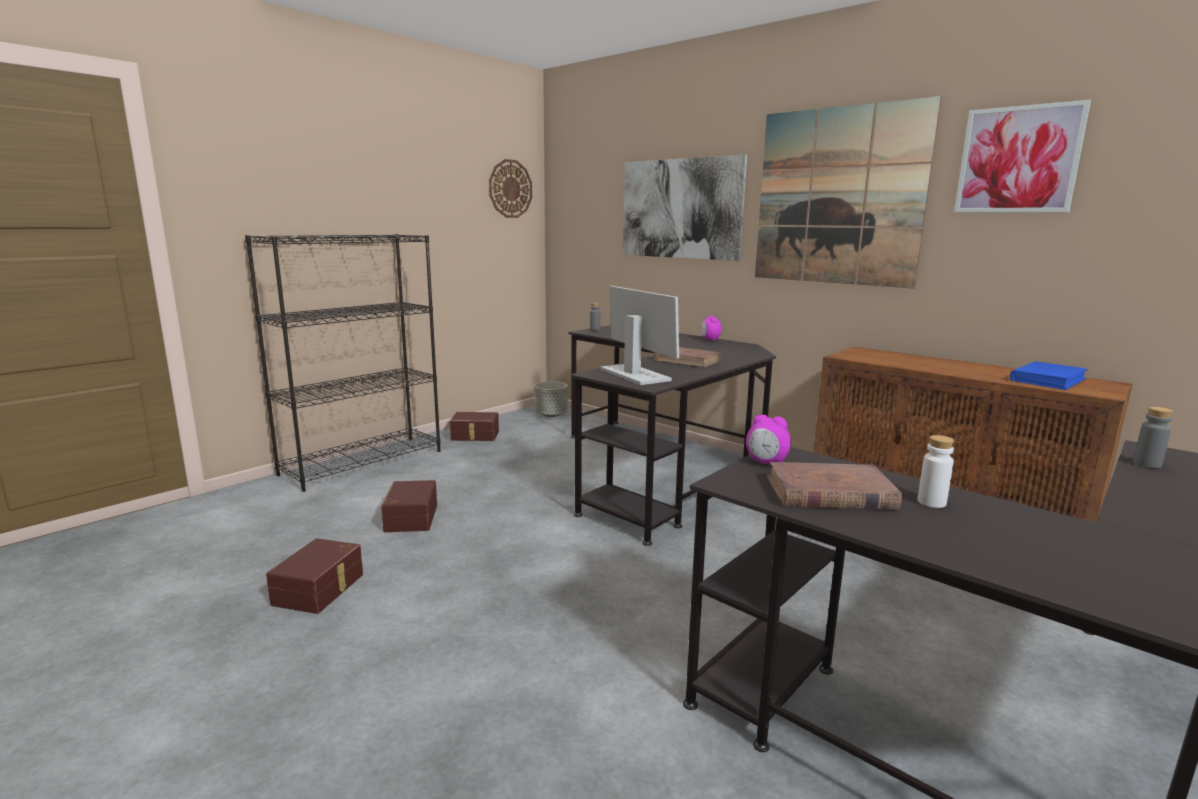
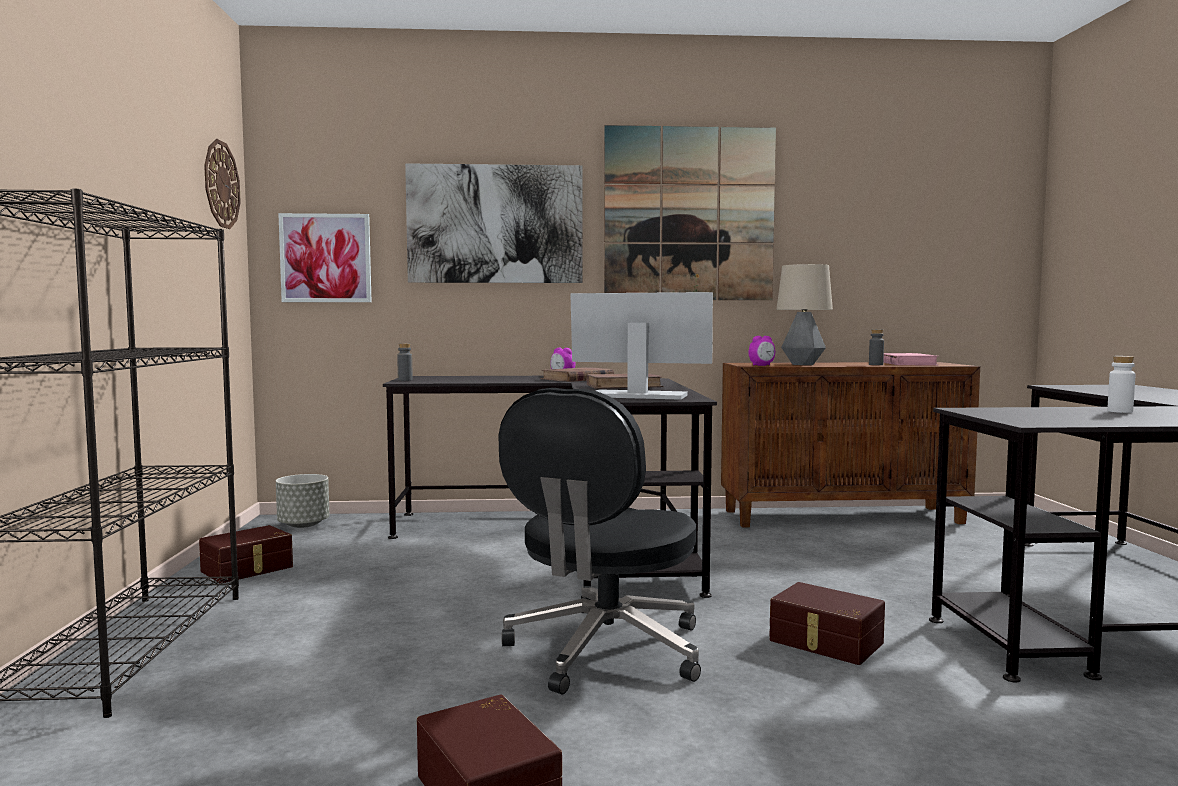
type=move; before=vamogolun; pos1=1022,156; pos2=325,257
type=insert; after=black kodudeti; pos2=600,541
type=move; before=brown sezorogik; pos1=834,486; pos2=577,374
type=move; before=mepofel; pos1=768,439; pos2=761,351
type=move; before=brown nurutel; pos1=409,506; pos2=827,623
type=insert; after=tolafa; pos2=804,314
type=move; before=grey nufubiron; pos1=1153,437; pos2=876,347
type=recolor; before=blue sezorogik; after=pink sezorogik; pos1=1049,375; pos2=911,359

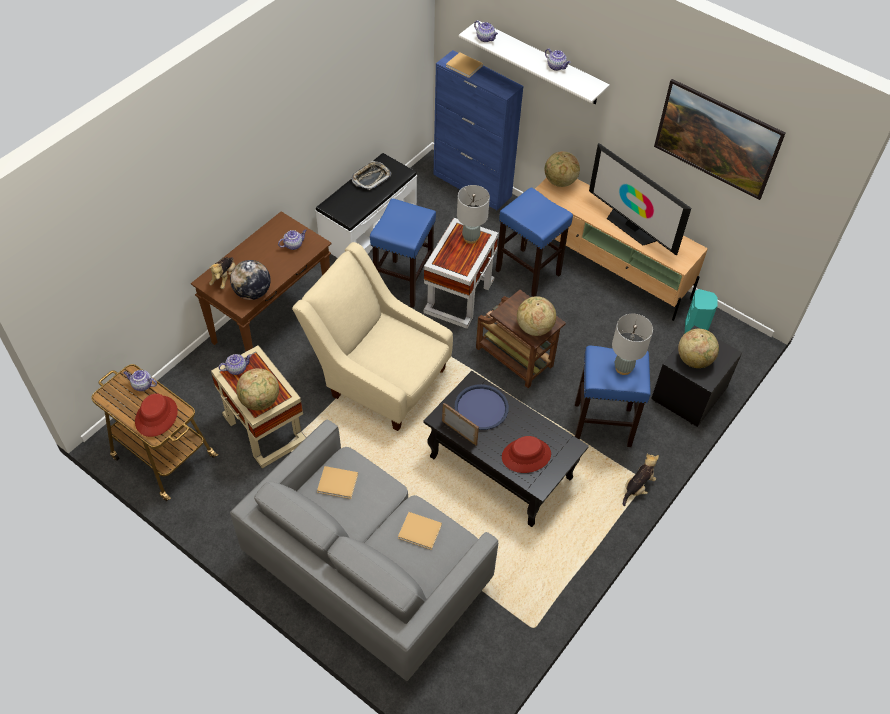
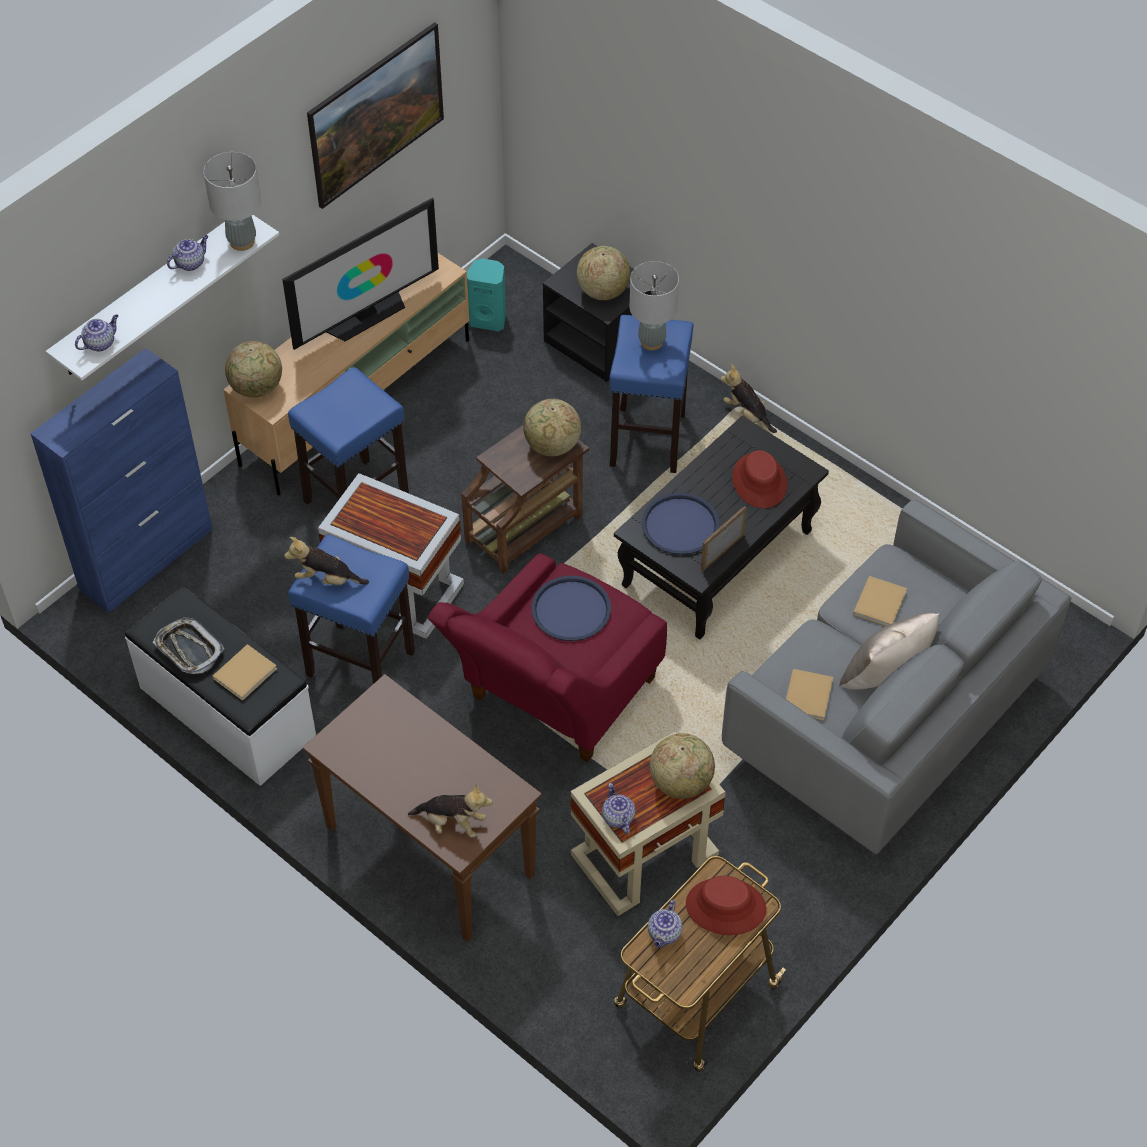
type=move; before=grey tolafa; pos1=473,214; pos2=232,201
type=move; before=beige sezorogik; pos1=464,65; pos2=245,672
type=insert; after=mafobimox; pos2=326,561
type=recolor; before=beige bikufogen; after=red bikufogen; pos1=372,336; pos2=547,658
type=insert; after=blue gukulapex; pos2=571,608
type=insert; after=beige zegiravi; pos2=889,651
type=delete; before=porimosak; pos1=250,280
type=delete; before=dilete; pos1=292,239

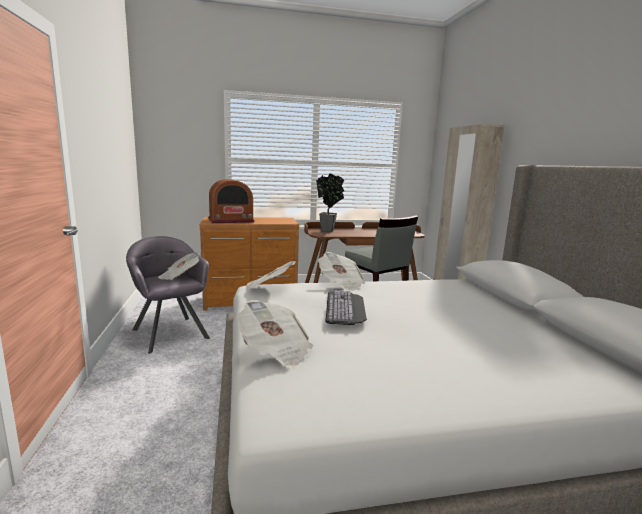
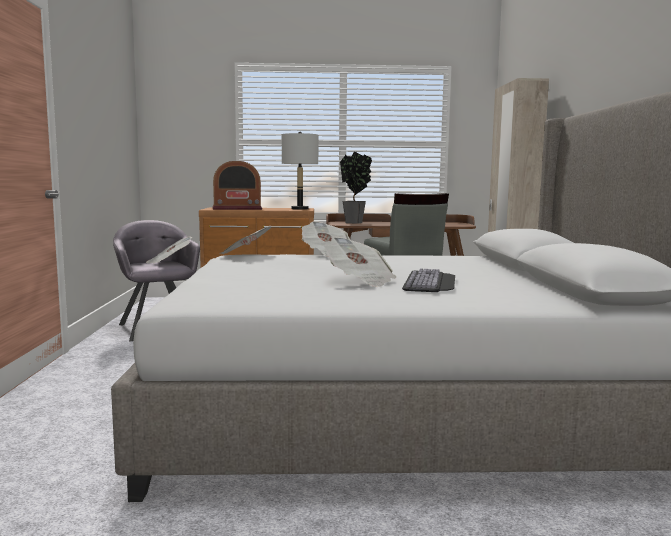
type=insert; after=grey tolafa; pos2=300,171
type=move; before=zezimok; pos1=274,334; pos2=360,262
type=move; before=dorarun; pos1=346,307; pos2=428,280

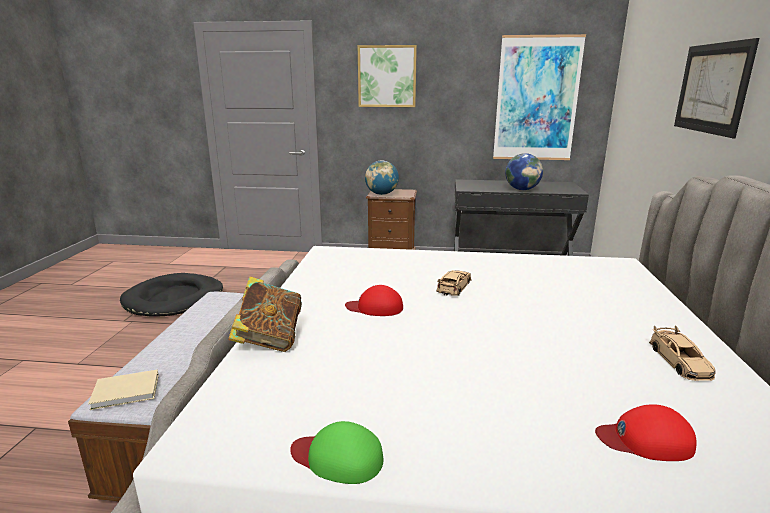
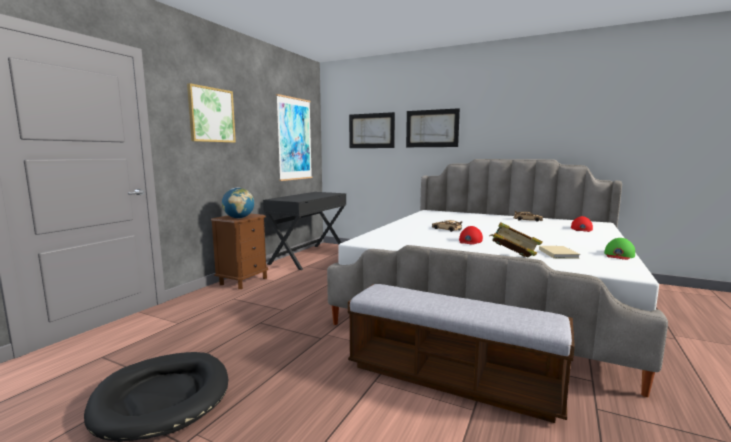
type=insert; after=vamogolun; pos2=372,130
type=move; before=beige sezorogik; pos1=123,390; pos2=559,252
type=delete; before=porimosak; pos1=524,171

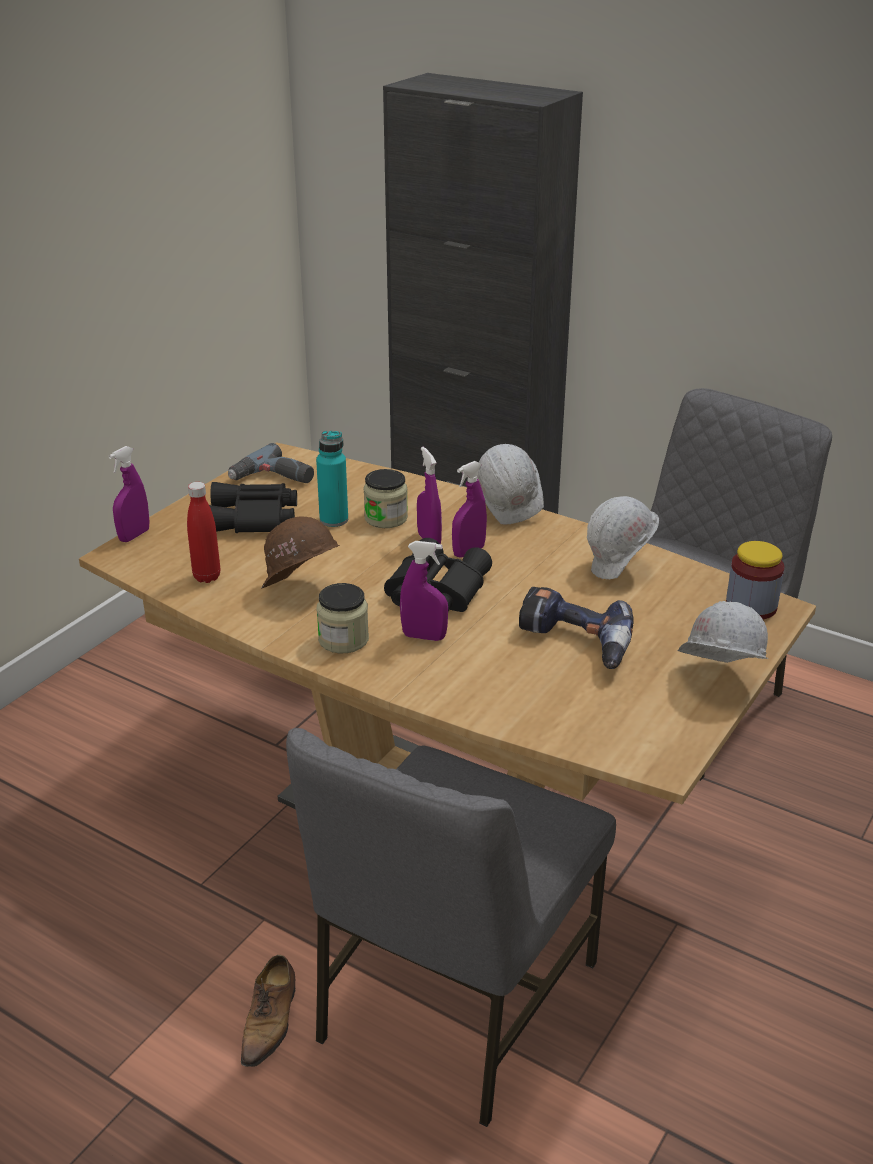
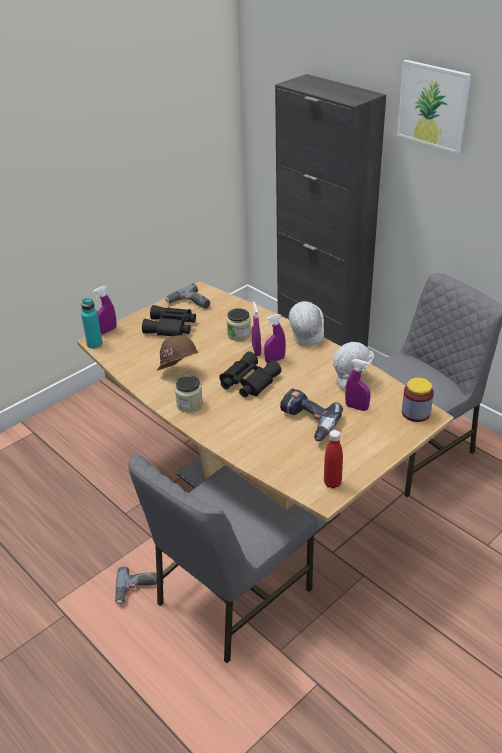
type=move; before=turquoise nufubiron; pos1=332,479; pos2=92,323
type=replace; before=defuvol; after=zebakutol; pos1=268,1011; pos2=136,585
type=move; before=red nufubiron; pos1=203,532; pos2=333,459
type=move; before=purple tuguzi; pos1=424,591; pos2=358,385
type=insert; after=vamogolun; pos2=434,106
type=delete; before=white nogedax; pos1=723,632

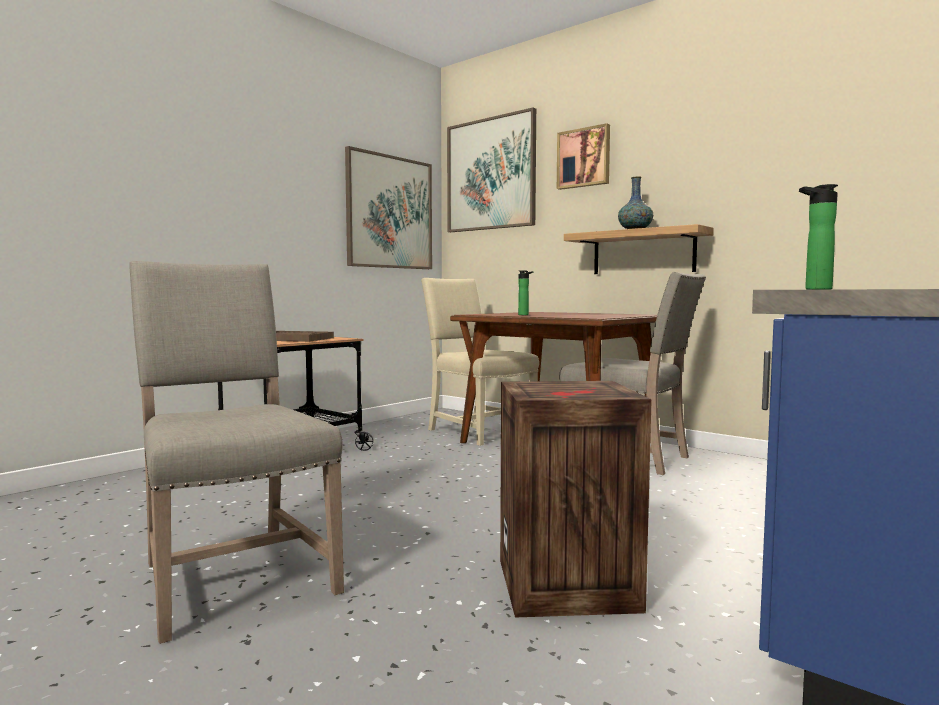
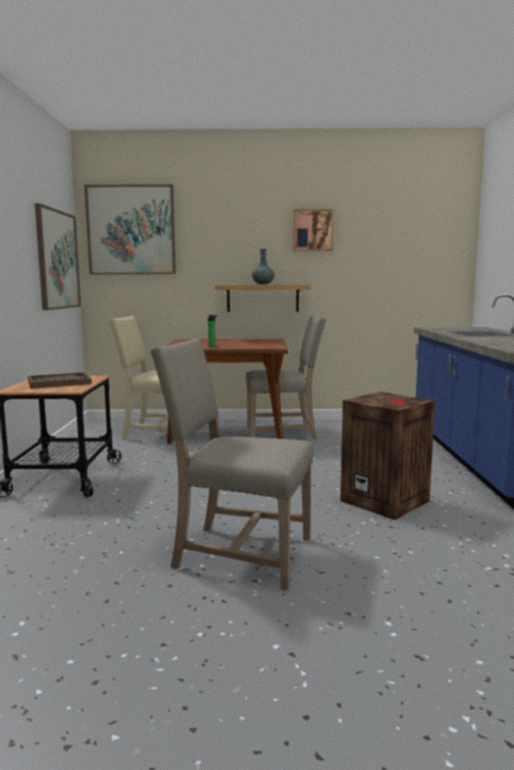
type=move; before=vamogolun; pos1=583,156; pos2=313,230
type=delete; before=nufubiron; pos1=818,237

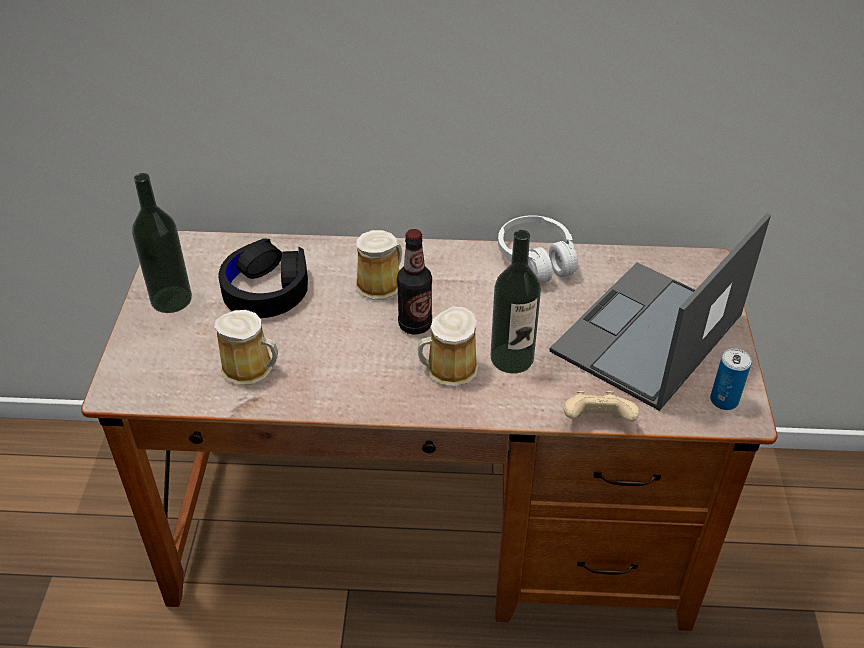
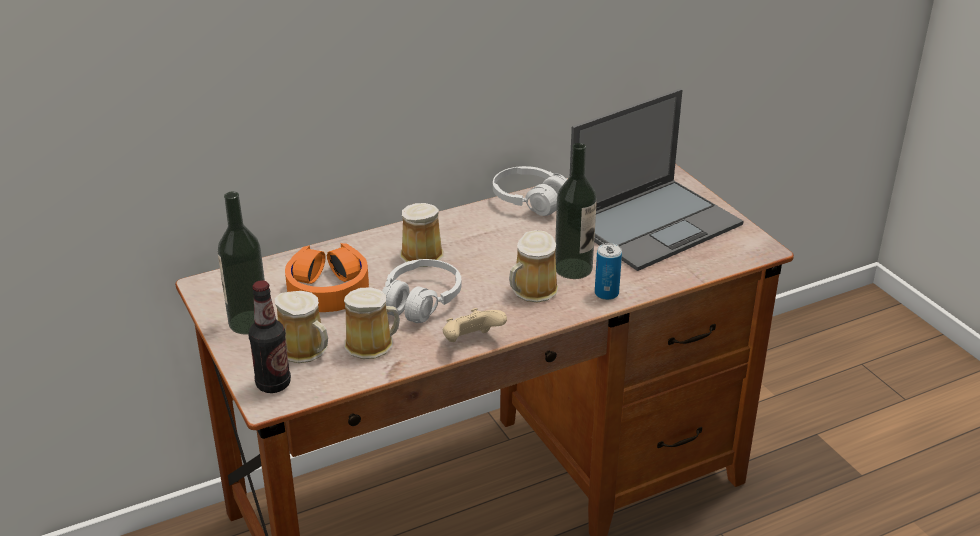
type=move; before=nufubiron; pos1=414,282; pos2=269,336
type=insert; after=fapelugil; pos2=301,327
type=recolor; before=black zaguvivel; after=orange zaguvivel; pos1=263,278; pos2=327,277
type=insert; after=white zaguvivel; pos2=422,291
type=move; before=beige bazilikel; pos1=601,406; pos2=475,325
type=rotate; before=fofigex; pos1=660,312; pos2=657,180; turn=-135
type=move; before=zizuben; pos1=731,379; pos2=608,271

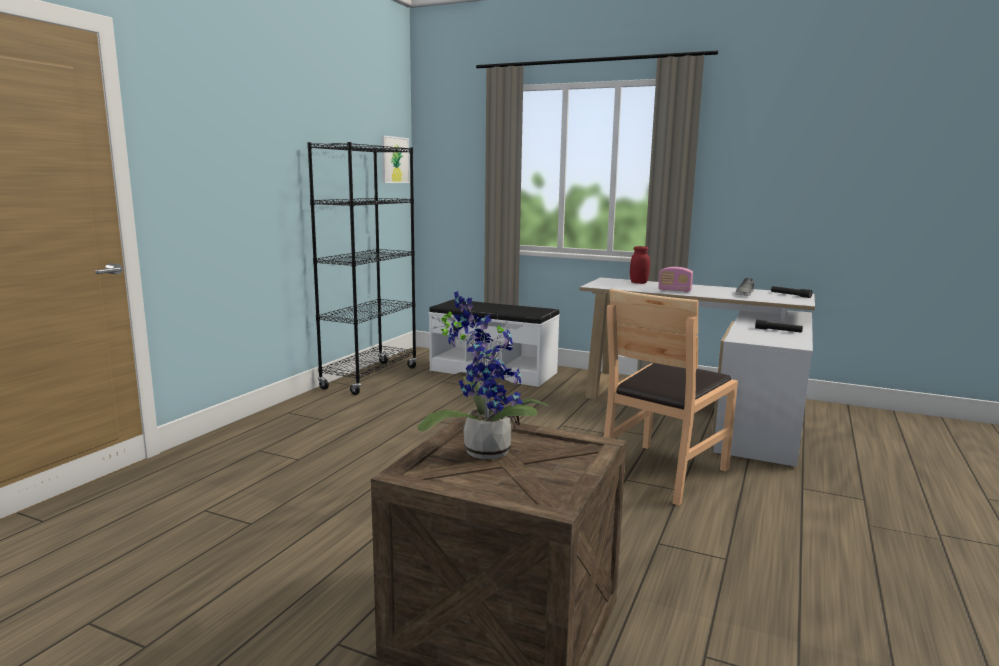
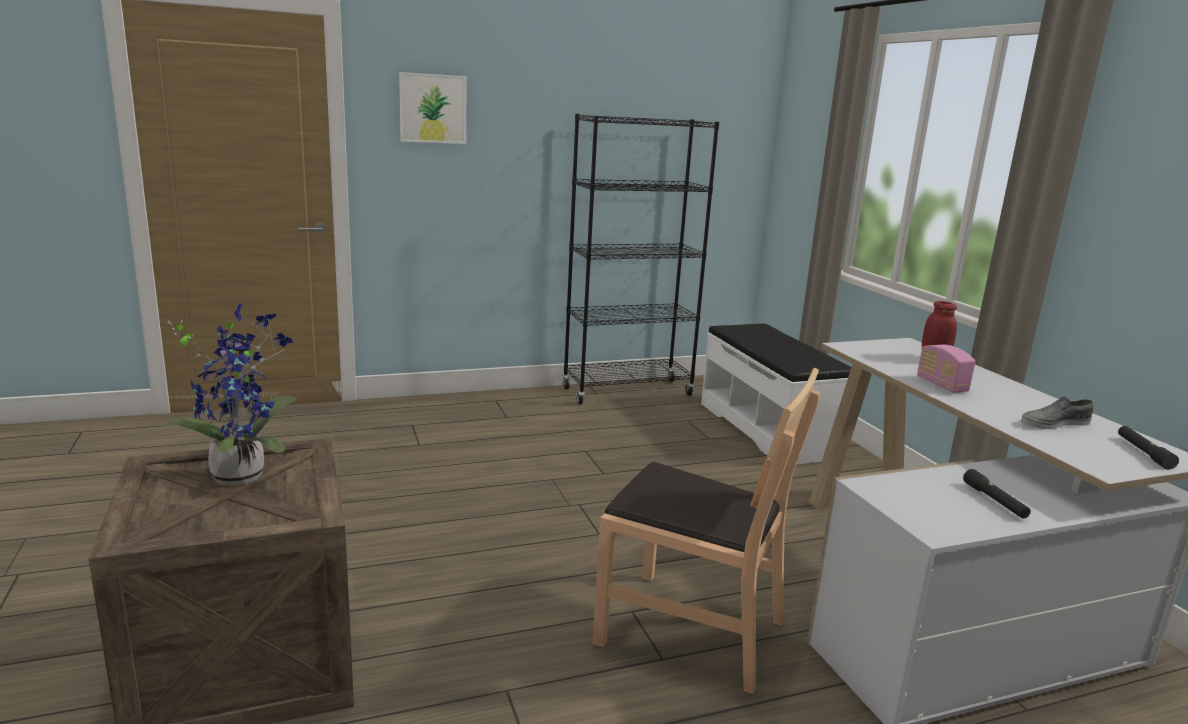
type=move; before=vamogolun; pos1=396,159; pos2=433,108
type=rotate; before=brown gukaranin; pos1=671,397; pos2=706,531; turn=-150

